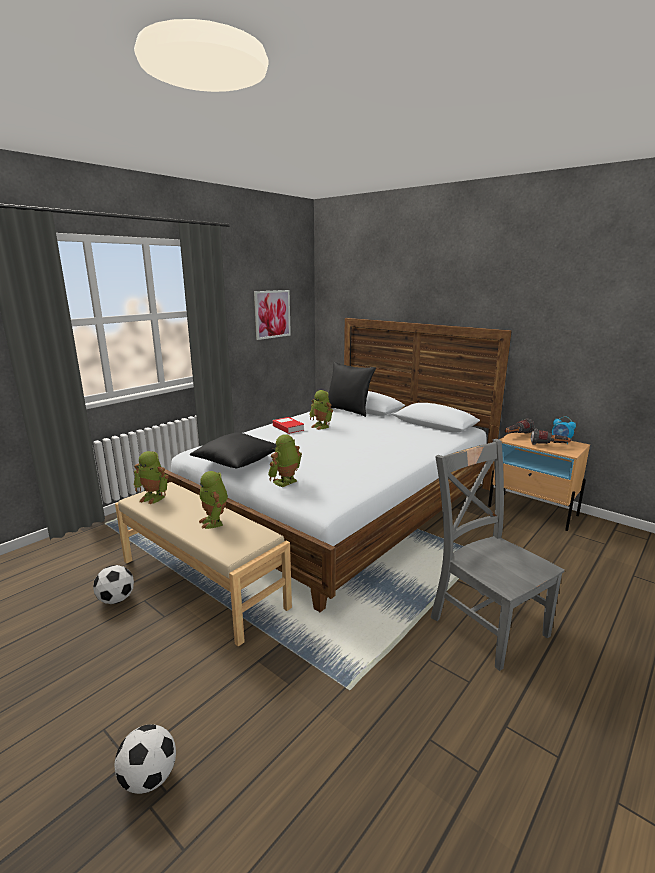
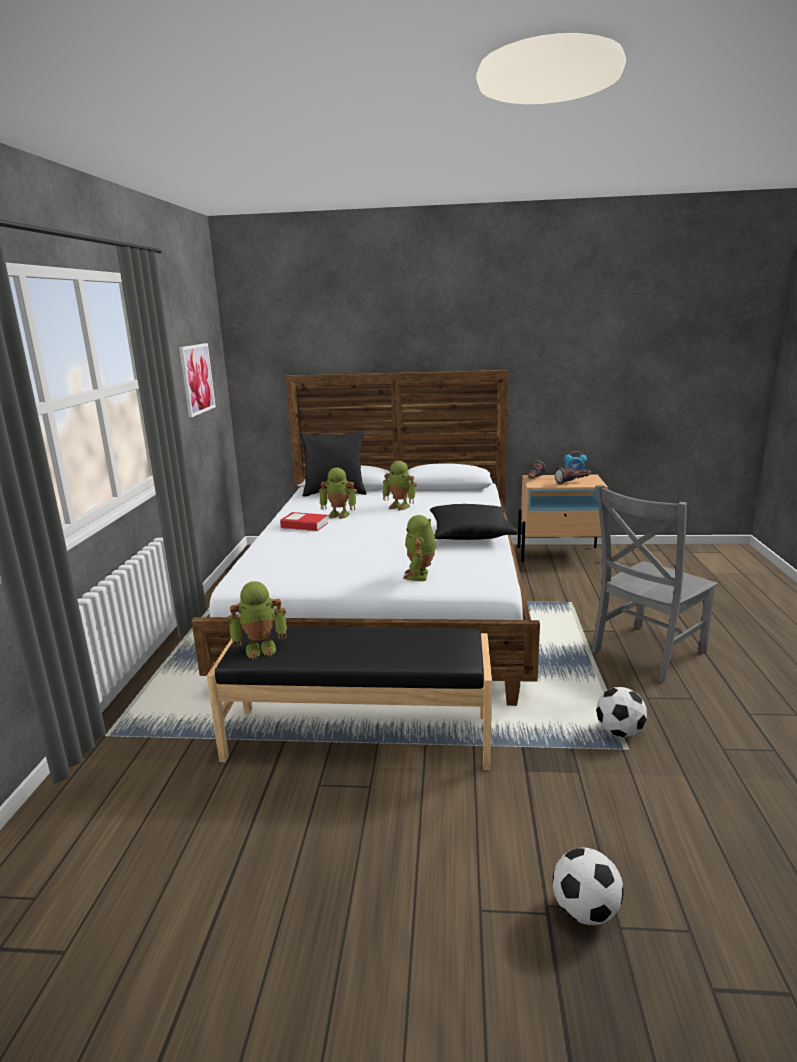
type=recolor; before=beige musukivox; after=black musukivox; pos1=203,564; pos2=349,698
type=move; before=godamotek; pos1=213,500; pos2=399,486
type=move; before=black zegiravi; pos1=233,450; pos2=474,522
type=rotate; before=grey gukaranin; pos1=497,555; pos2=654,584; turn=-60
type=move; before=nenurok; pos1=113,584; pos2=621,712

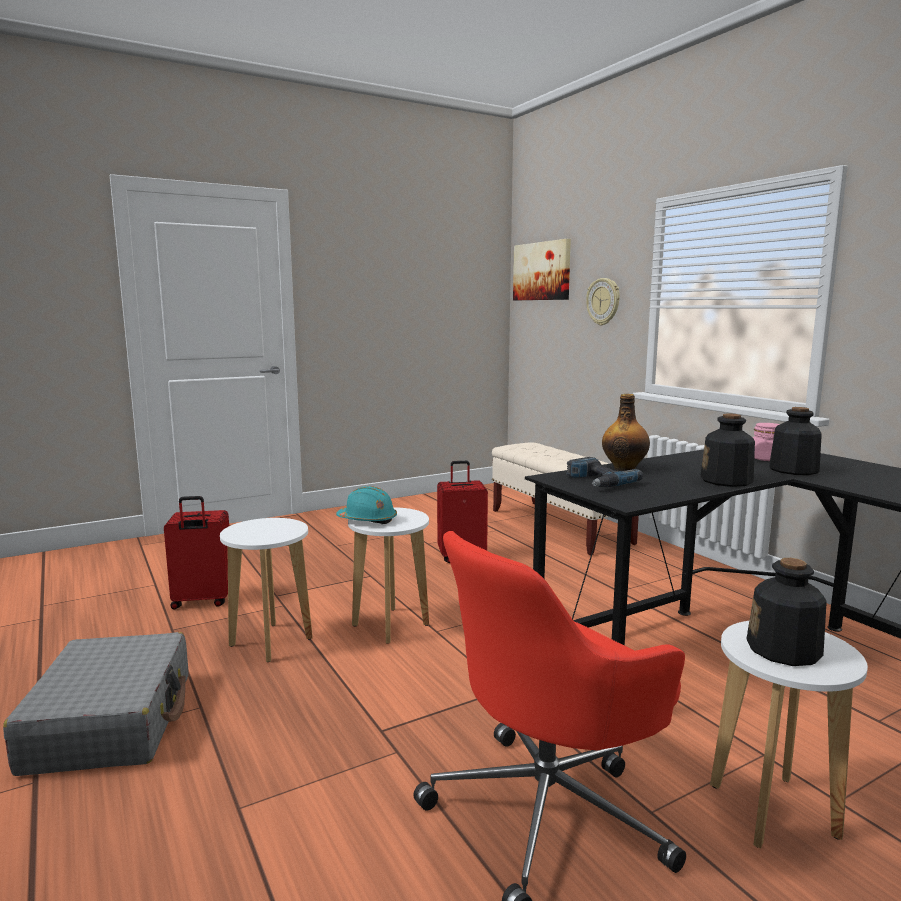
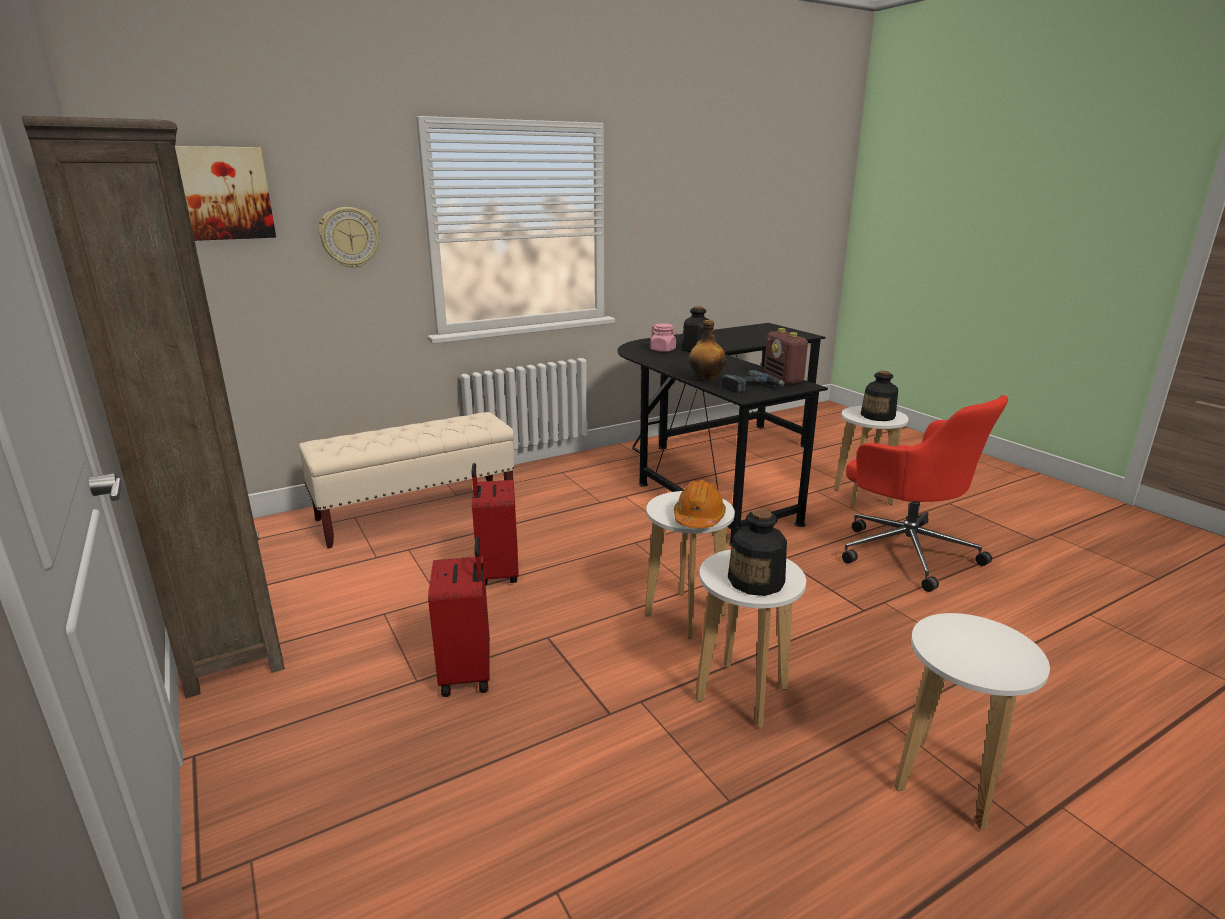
type=insert; after=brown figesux; pos2=153,407
type=move; before=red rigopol; pos1=196,552; pos2=459,617
type=recolor; before=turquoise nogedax; after=orange nogedax; pos1=366,505; pos2=700,504
type=move; before=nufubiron; pos1=727,450; pos2=757,552
type=insert; after=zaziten; pos2=787,356
type=replace; before=grey rigopol; after=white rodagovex; pos1=95,704; pos2=972,721

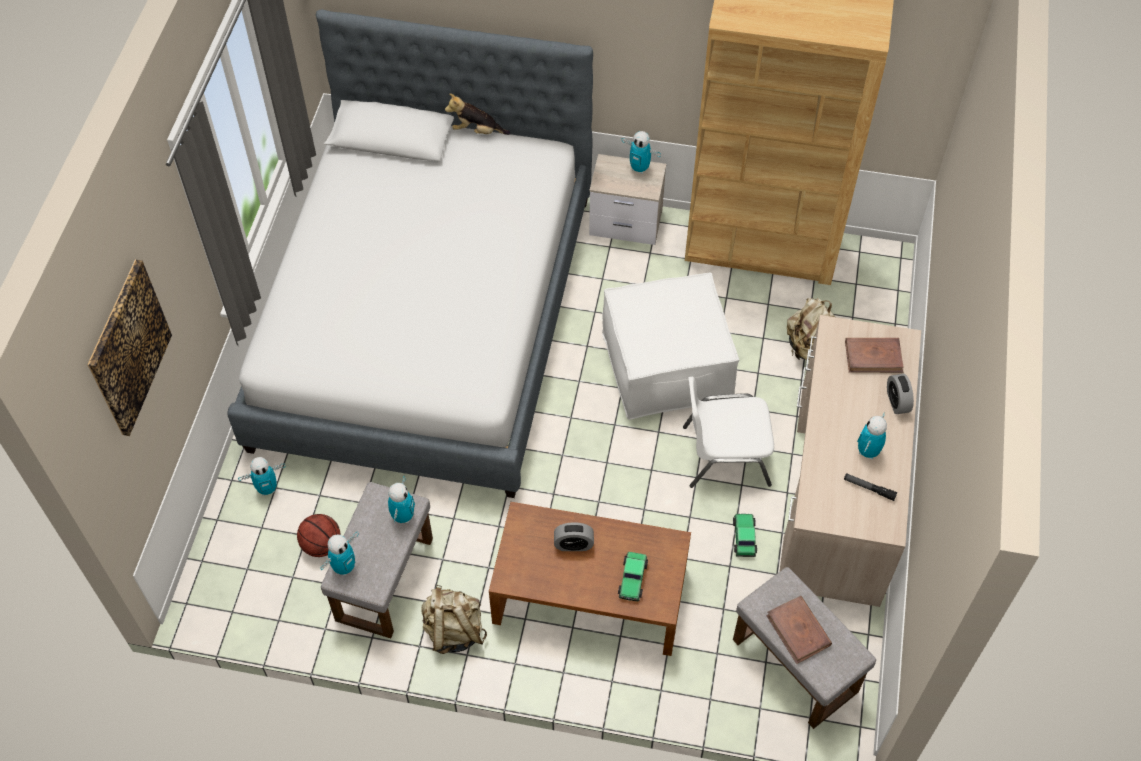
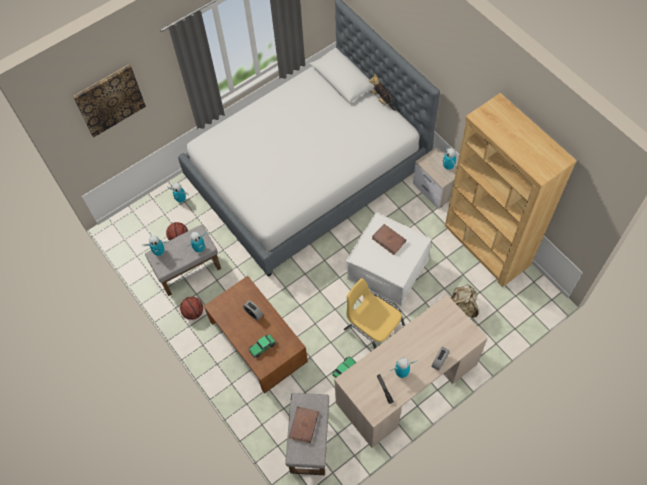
type=replace; before=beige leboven; after=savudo; pos1=454,619; pos2=191,308
type=recolor; before=white gukaranin; after=yellow gukaranin; pos1=728,432; pos2=374,313
type=move; before=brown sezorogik; pos1=874,355; pos2=389,239

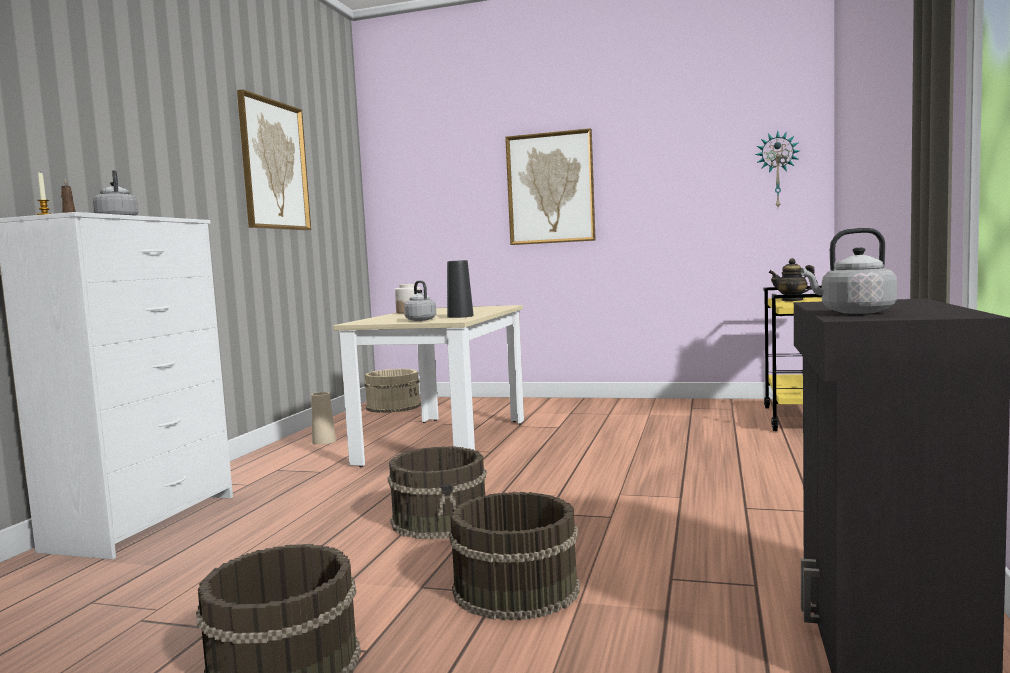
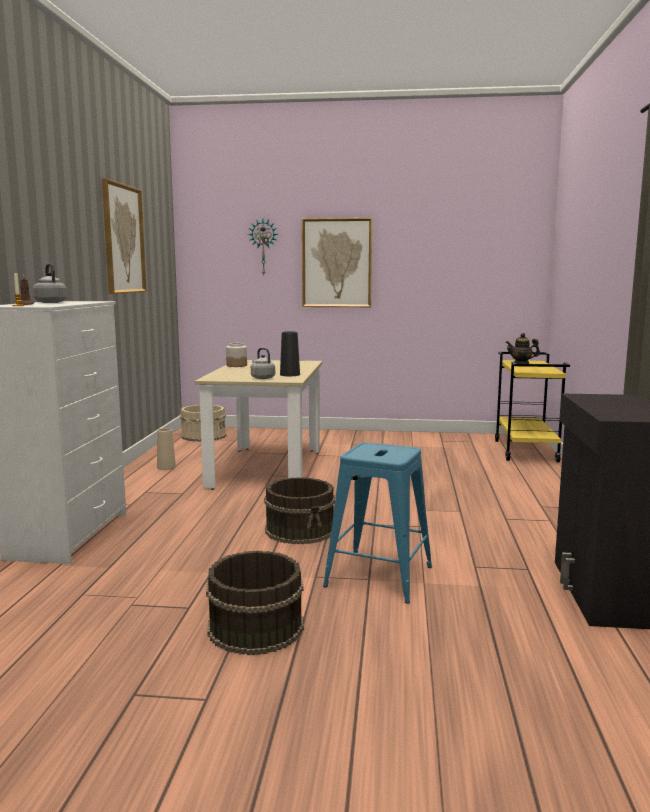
type=move; before=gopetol; pos1=777,169; pos2=263,247
type=replace; before=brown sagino; after=blue rodagovex; pos1=514,556; pos2=377,523
type=delete; before=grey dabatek; pos1=849,271

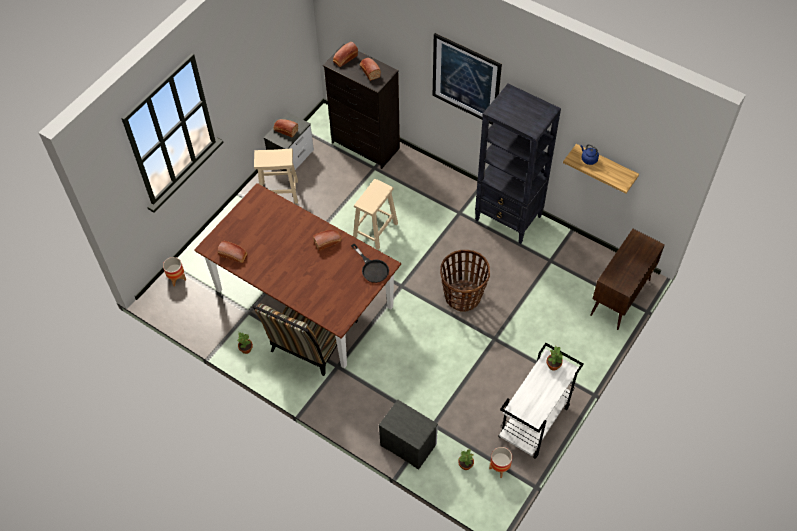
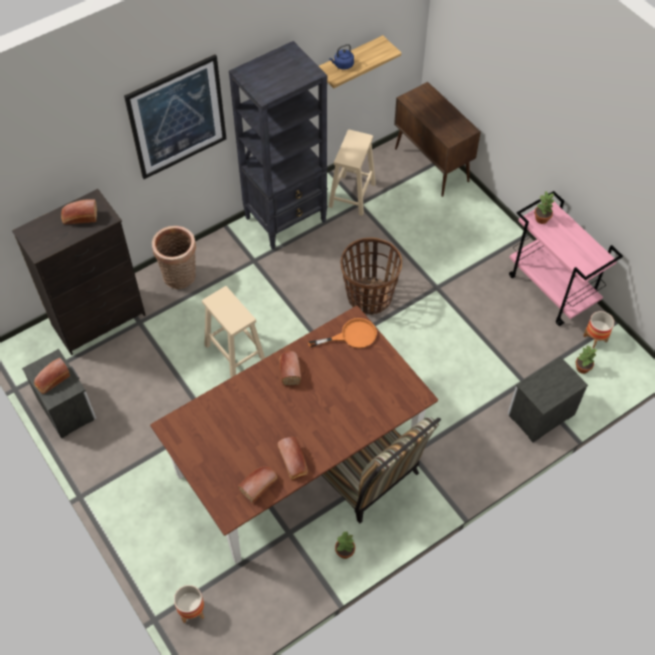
type=insert; after=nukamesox; pos2=174,257
type=move; before=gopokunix; pos1=345,54; pos2=293,458
type=recolor; before=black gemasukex; after=orange gemasukex; pos1=370,263; pos2=342,333
type=move; before=beige rodagovex; pos1=276,176; pos2=352,173
type=recolor; before=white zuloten; after=pink zuloten; pos1=541,401; pos2=566,258

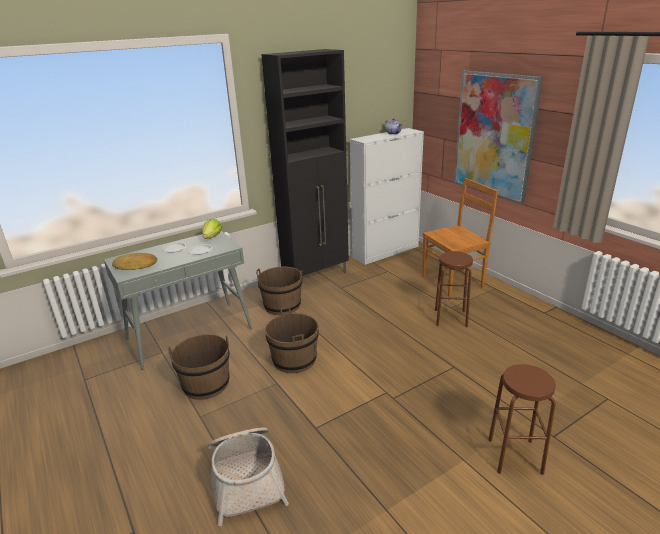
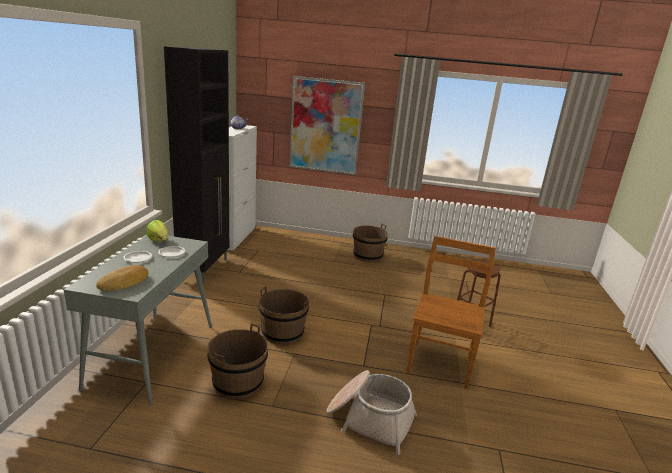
type=move; before=brown sagino; pos1=279,290; pos2=370,243
type=move; before=brown gukaranin; pos1=460,237; pos2=451,312
type=delete; before=brown rodagovex; pos1=454,289

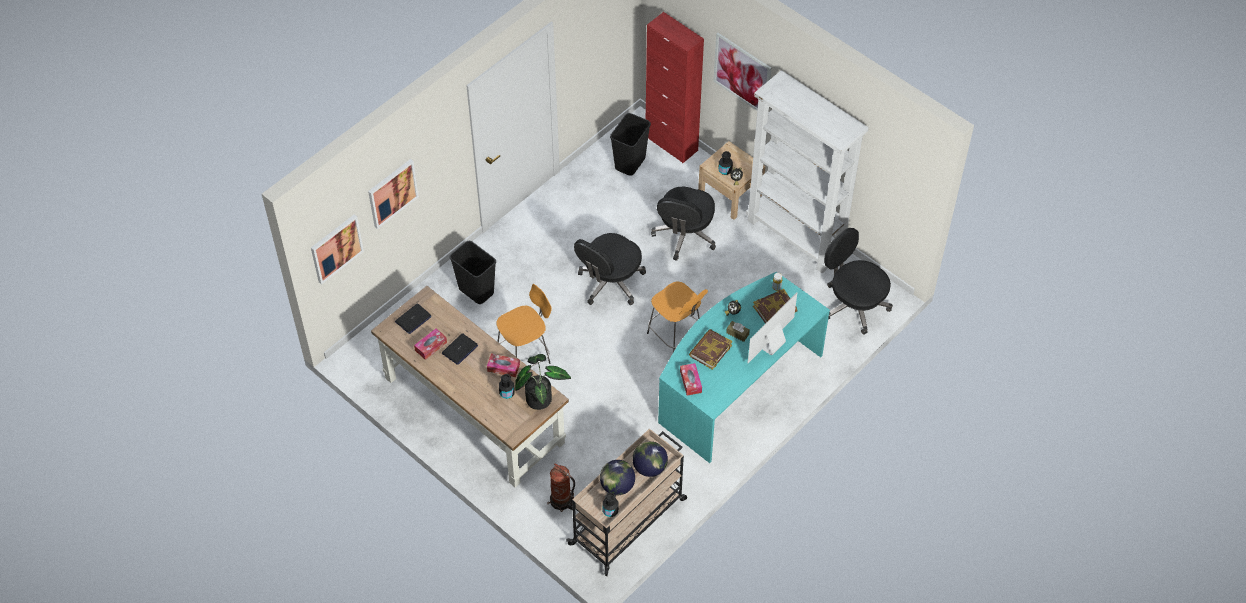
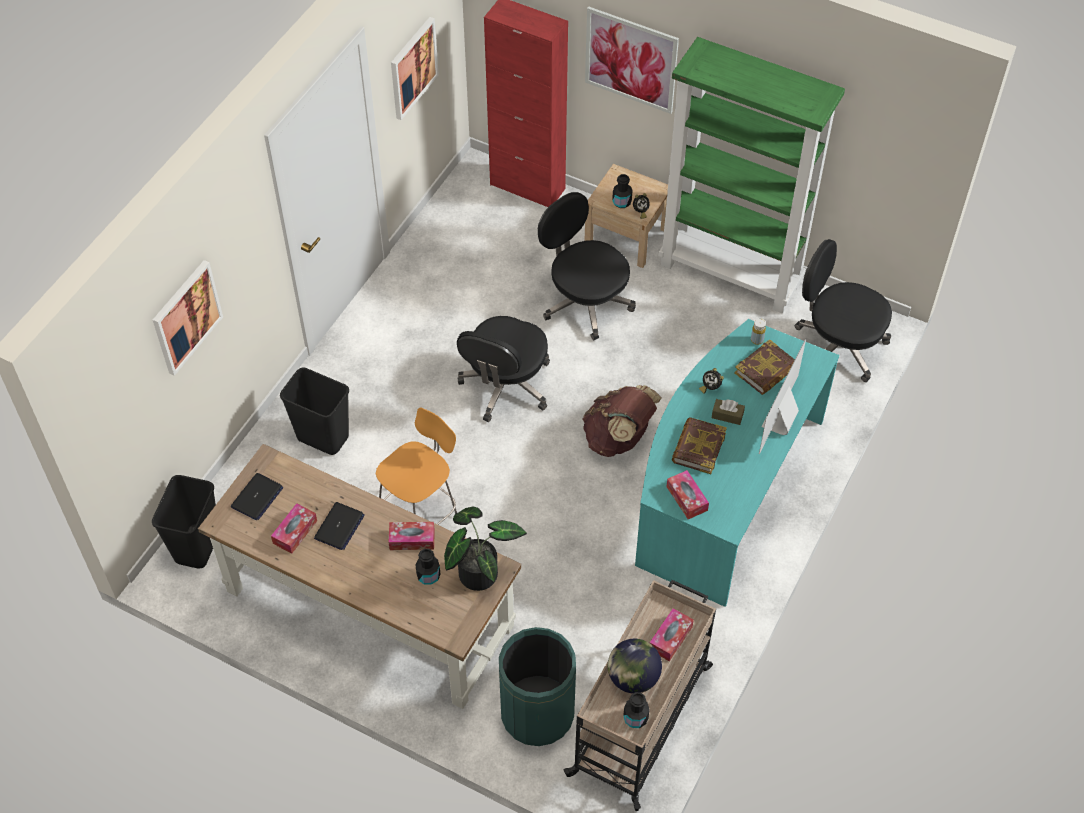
type=move; before=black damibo; pos1=630,144; pos2=184,521
type=move; before=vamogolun; pos1=337,249; pos2=415,68
type=replace; before=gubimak; after=green damibo; pos1=561,487; pos2=537,686
type=rotate; before=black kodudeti; pos1=683,224; pos2=587,266; turn=135
type=replace; before=orange rodagovex; after=brown leboven; pos1=677,316; pos2=622,421
type=replace; before=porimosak; after=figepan; pos1=650,459; pos2=672,635
type=recolor; before=white figesux; after=green figesux; pos1=807,172; pos2=752,175

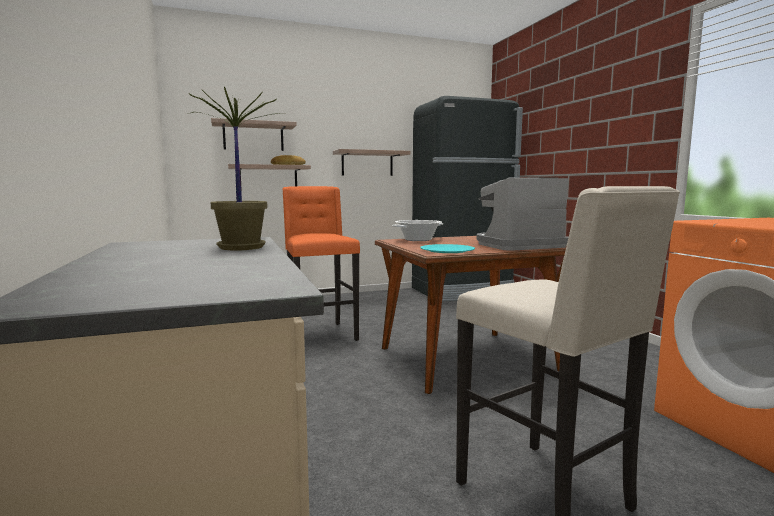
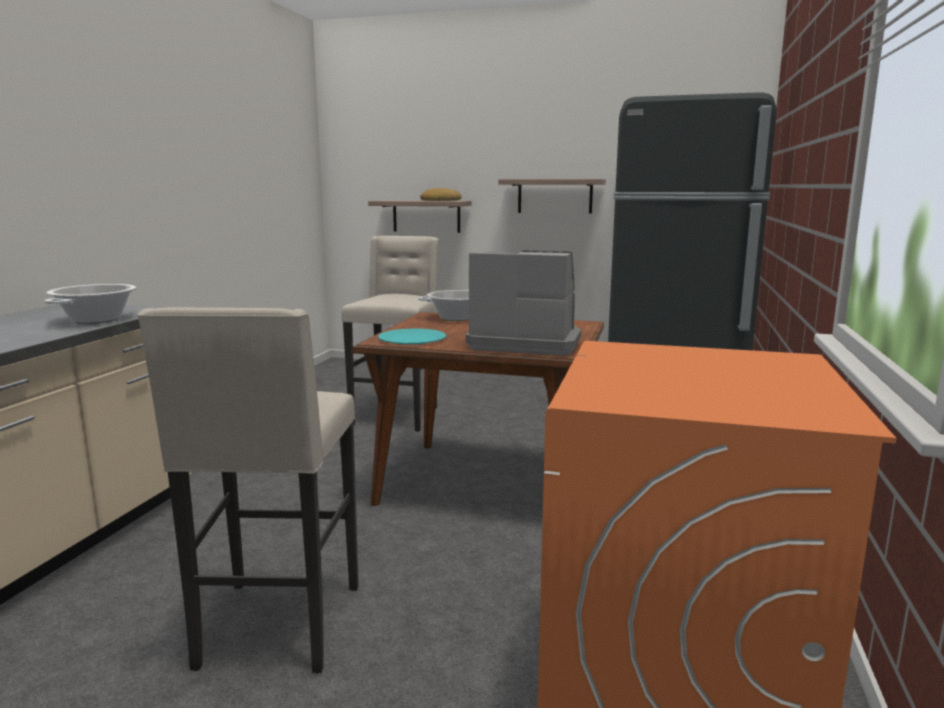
type=replace; before=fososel; after=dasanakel; pos1=233,169; pos2=90,304
type=recolor; before=orange rodagovex; after=beige rodagovex; pos1=321,263; pos2=390,334
type=delete; before=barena; pos1=254,134

